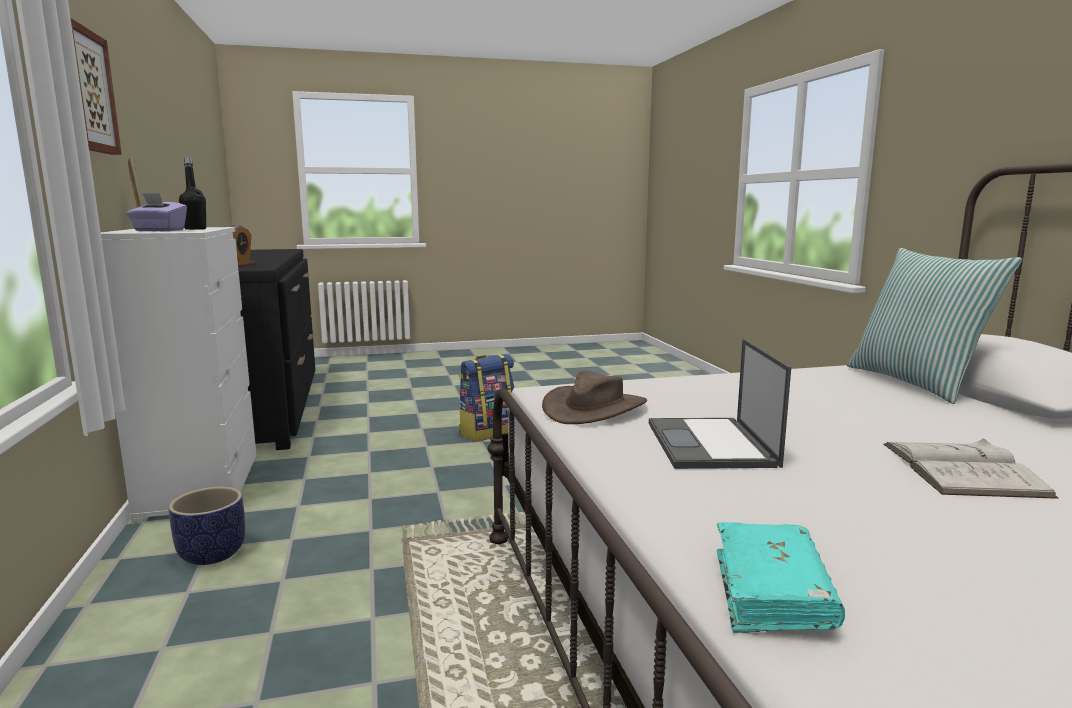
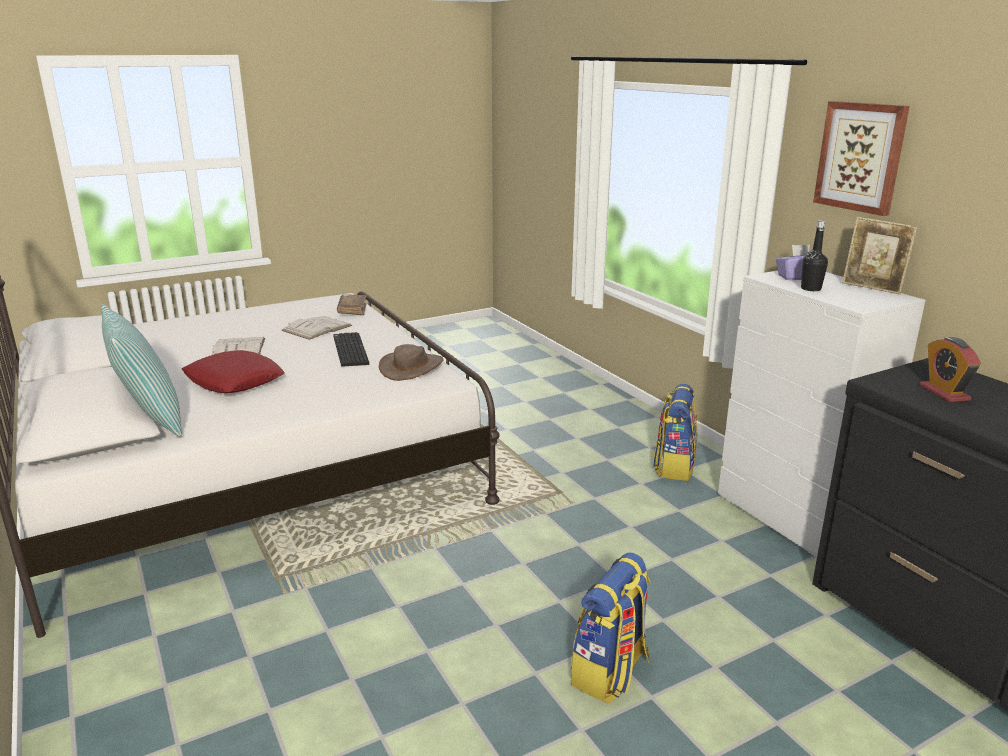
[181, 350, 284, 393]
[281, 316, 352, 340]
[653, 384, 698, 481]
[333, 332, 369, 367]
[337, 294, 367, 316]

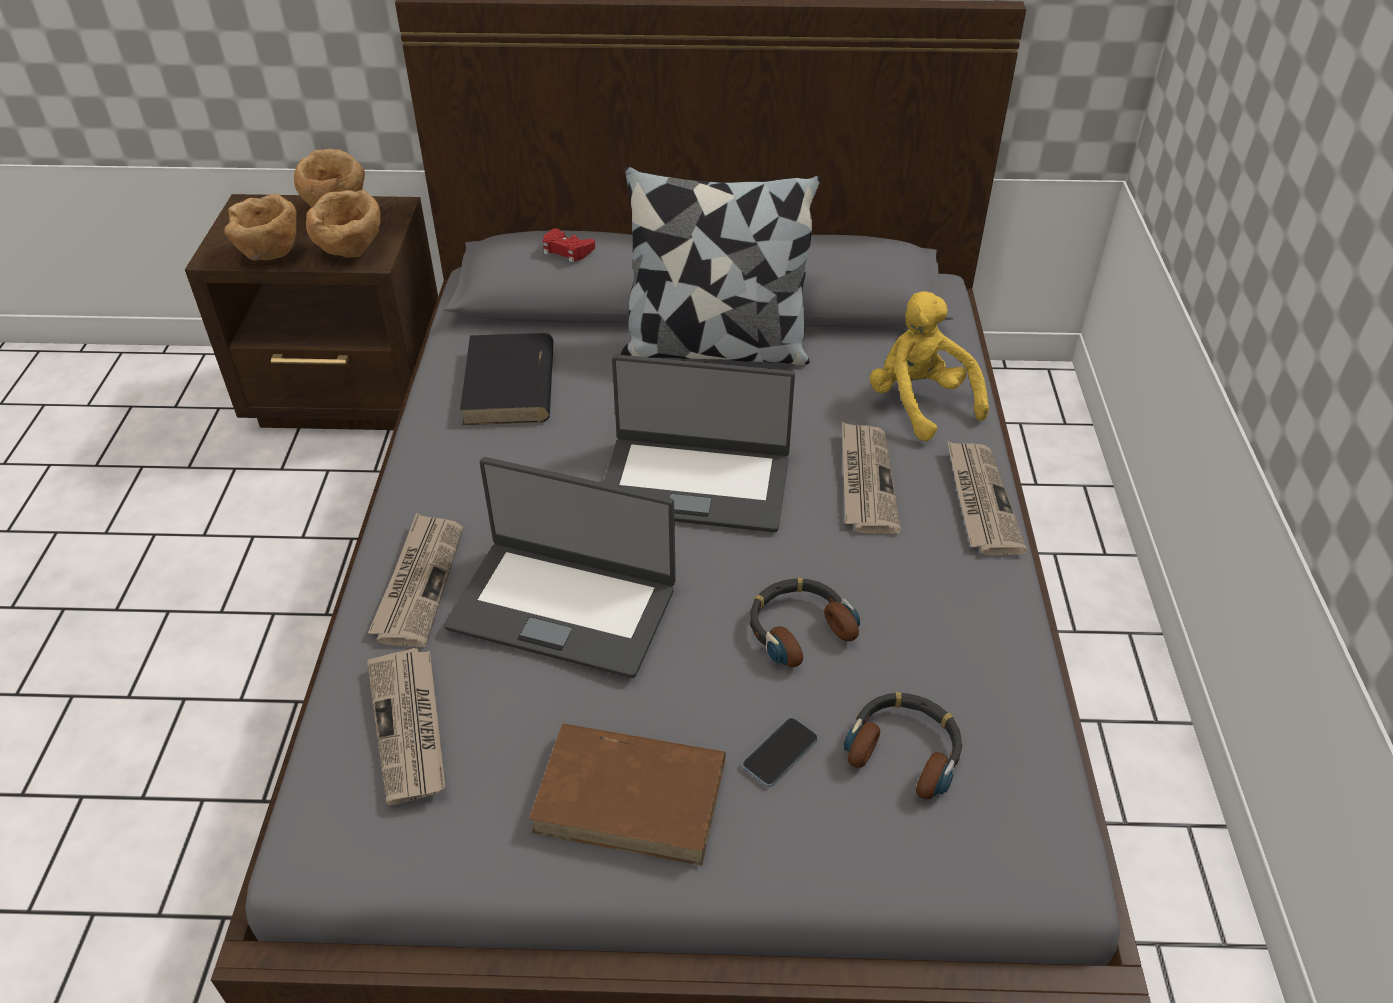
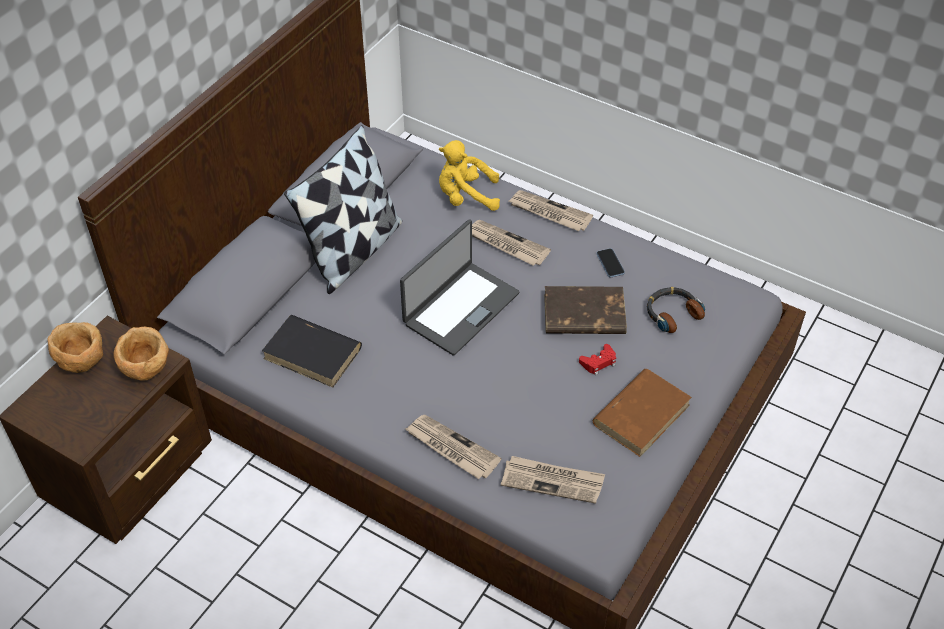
[224, 194, 296, 261] (first image)
[444, 457, 676, 678] (first image)
[579, 344, 616, 375]
[596, 248, 625, 278]
[544, 286, 627, 334]

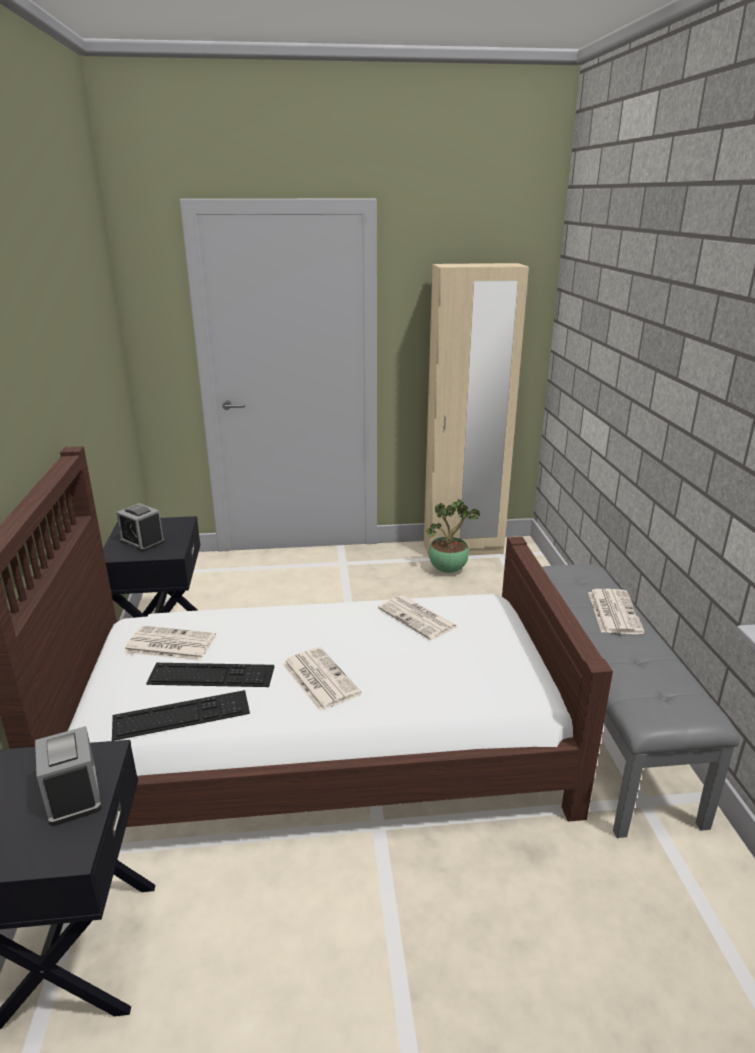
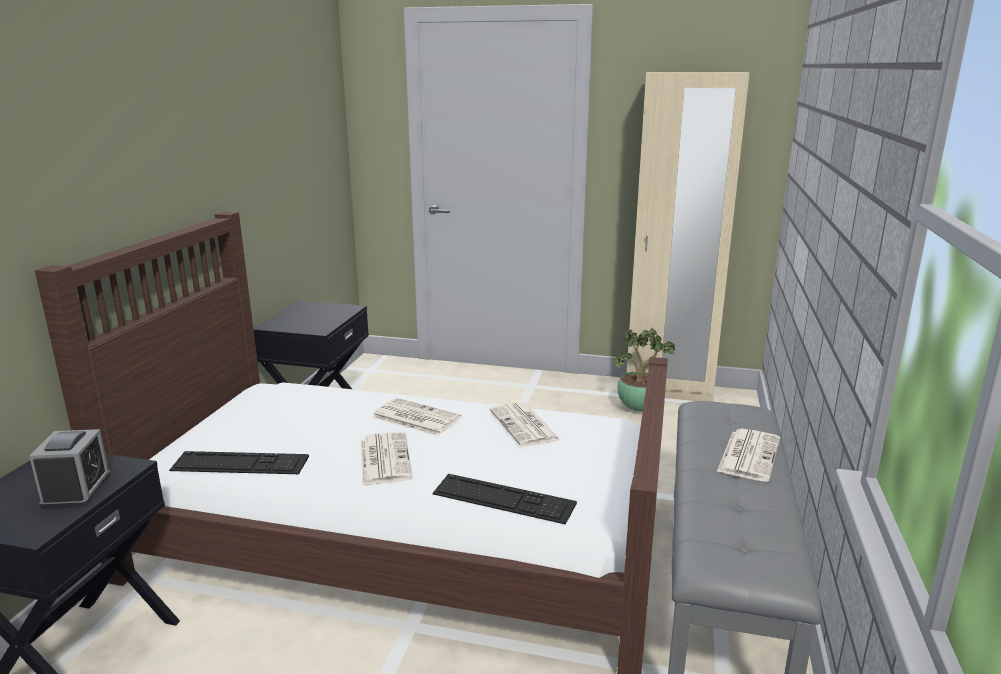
[116, 503, 165, 552] (first image)
[372, 398, 462, 436]
[432, 474, 577, 525]

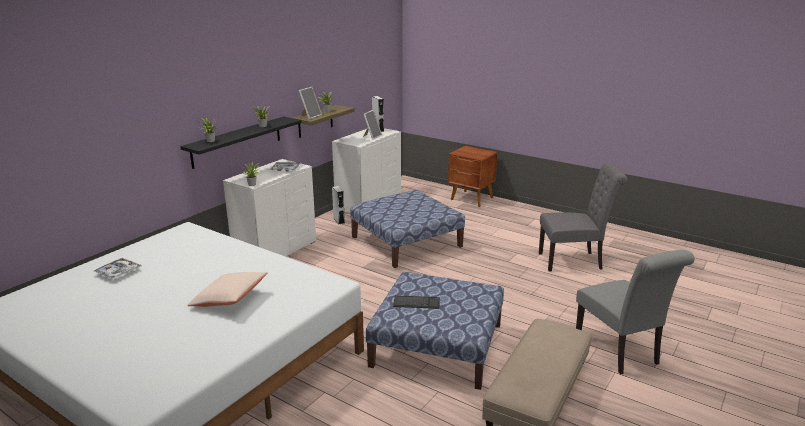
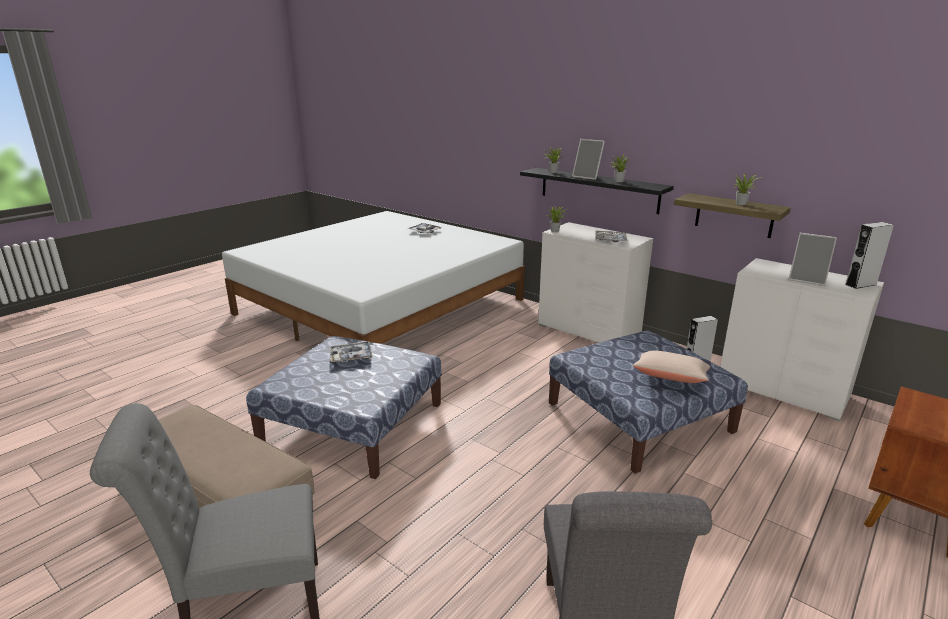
[633, 350, 710, 383]
[572, 139, 605, 180]
[331, 341, 372, 362]

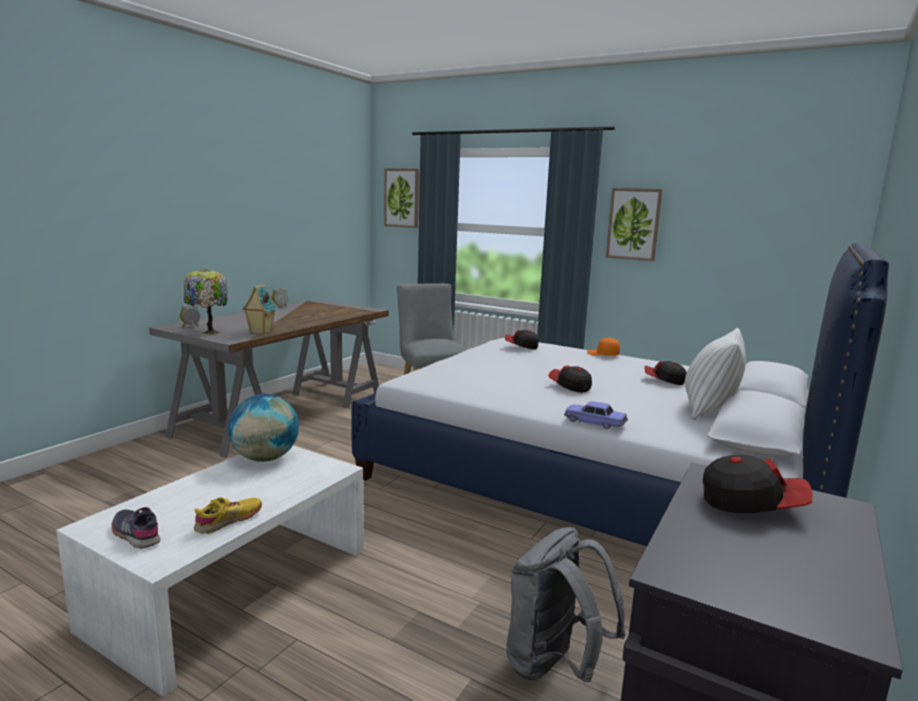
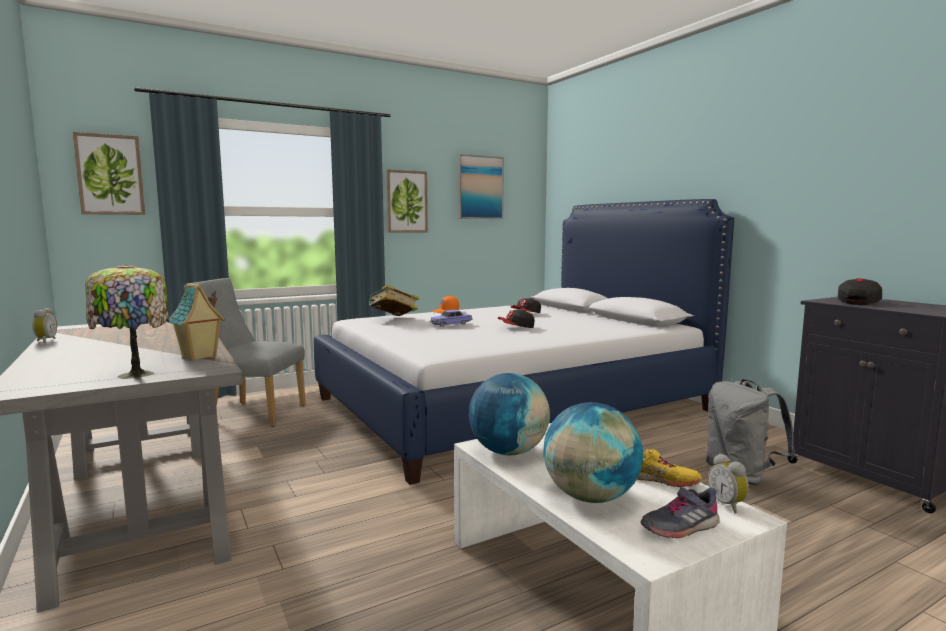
[685, 328, 746, 420] (first image)
[458, 154, 504, 219]
[543, 402, 643, 503]
[708, 453, 749, 513]
[430, 310, 473, 327]
[367, 285, 419, 316]
[637, 449, 702, 487]

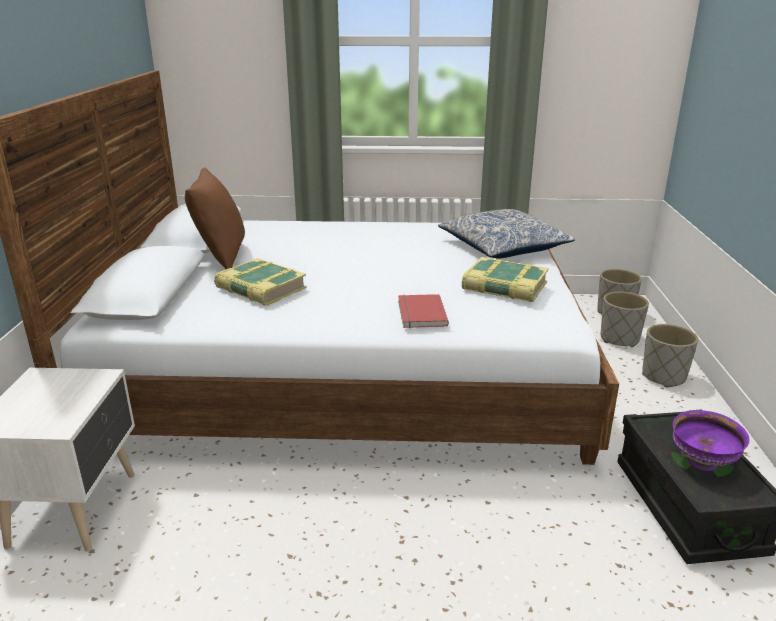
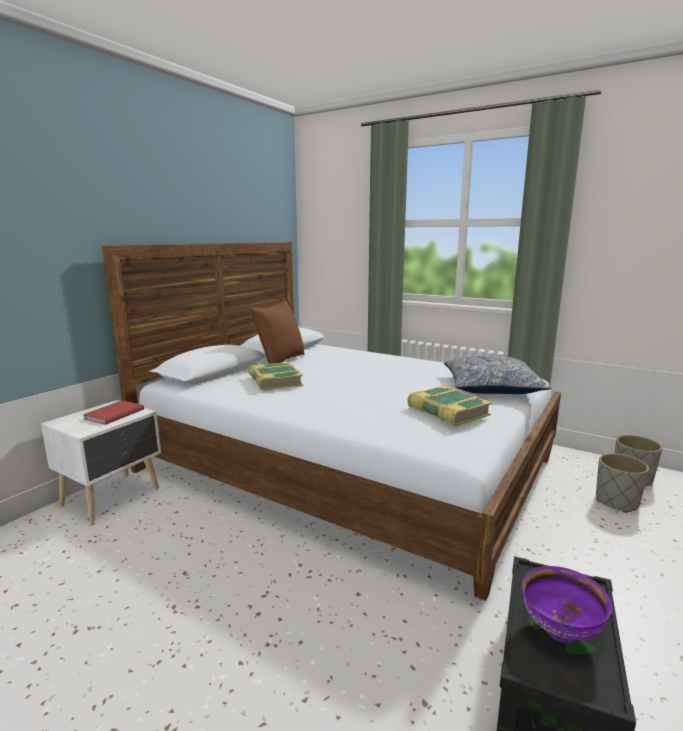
[642, 324, 698, 387] (first image)
[83, 401, 144, 425]

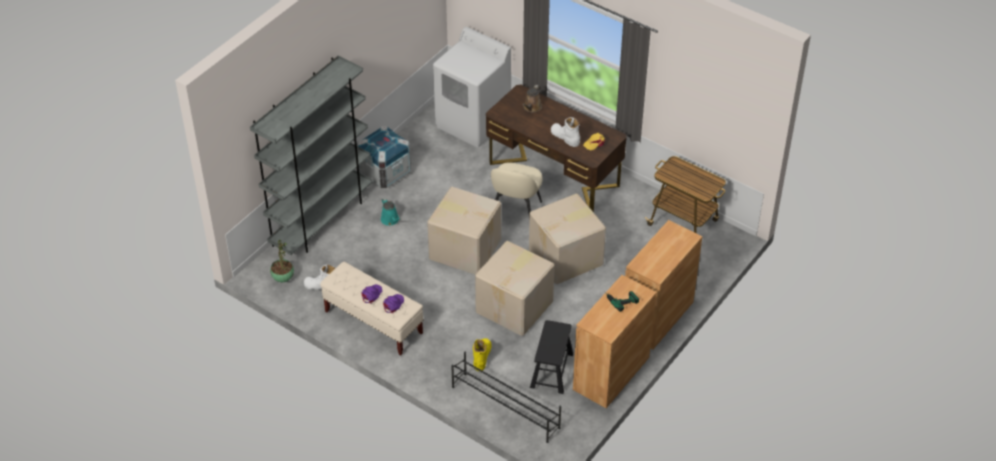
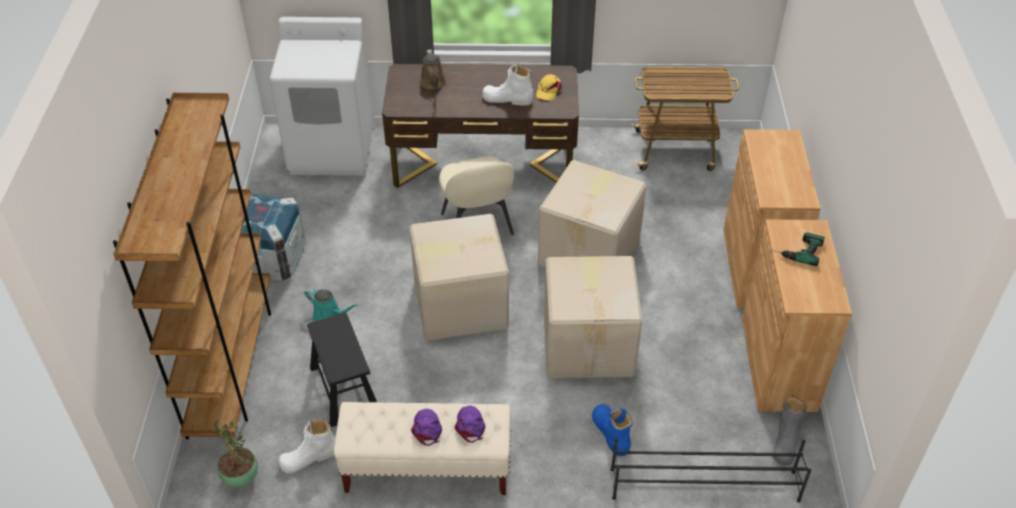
[773, 395, 806, 466]
[307, 313, 377, 427]
[113, 93, 271, 440]
[592, 404, 633, 456]

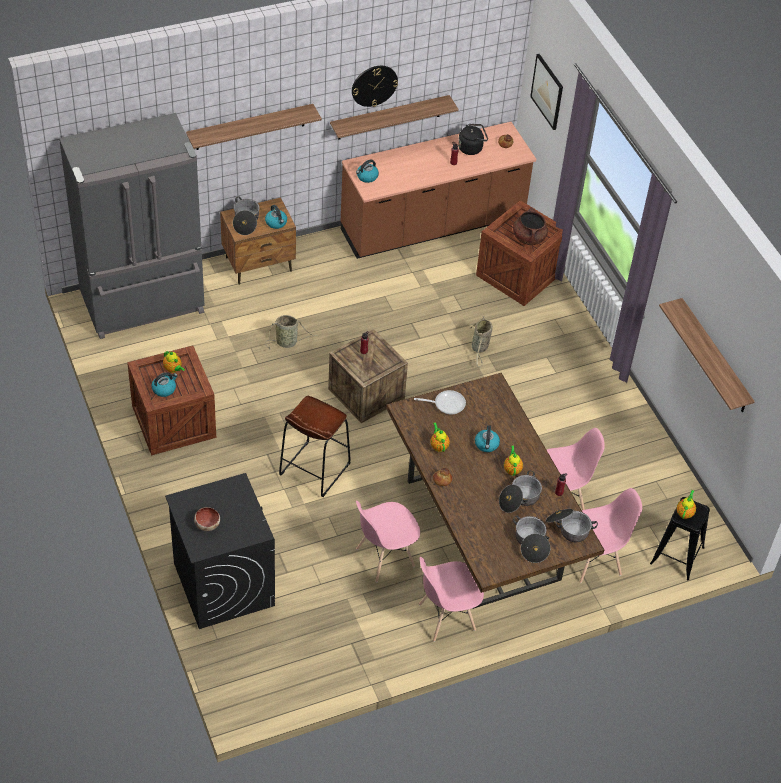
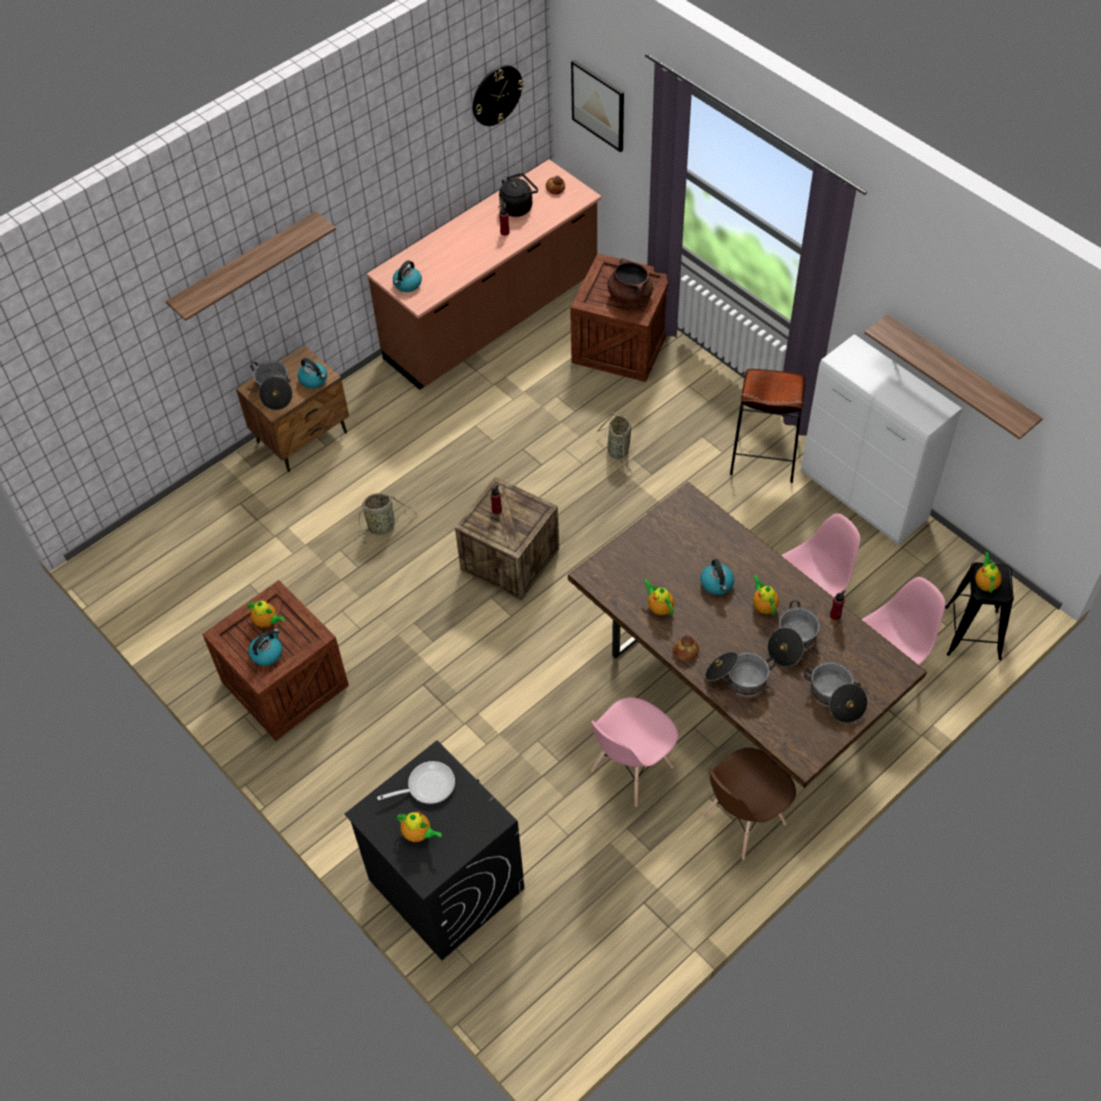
[59, 113, 205, 339] (first image)
[330, 95, 459, 140] (first image)
[801, 334, 962, 545]
[730, 369, 805, 483]
[473, 65, 524, 126]
[377, 761, 455, 804]
[705, 652, 776, 695]
[397, 811, 442, 842]
[701, 748, 796, 860]

